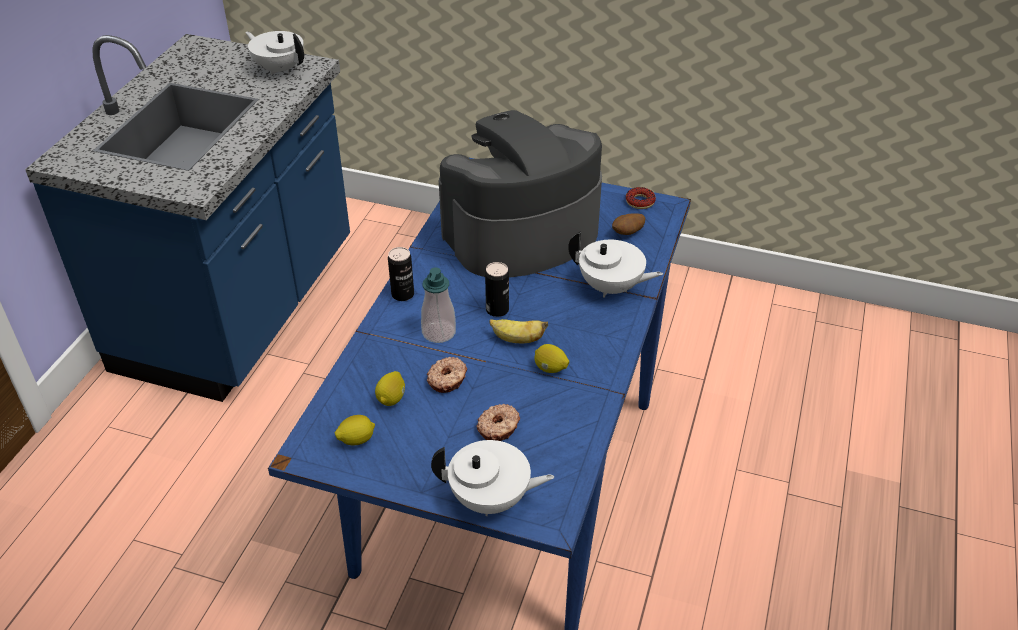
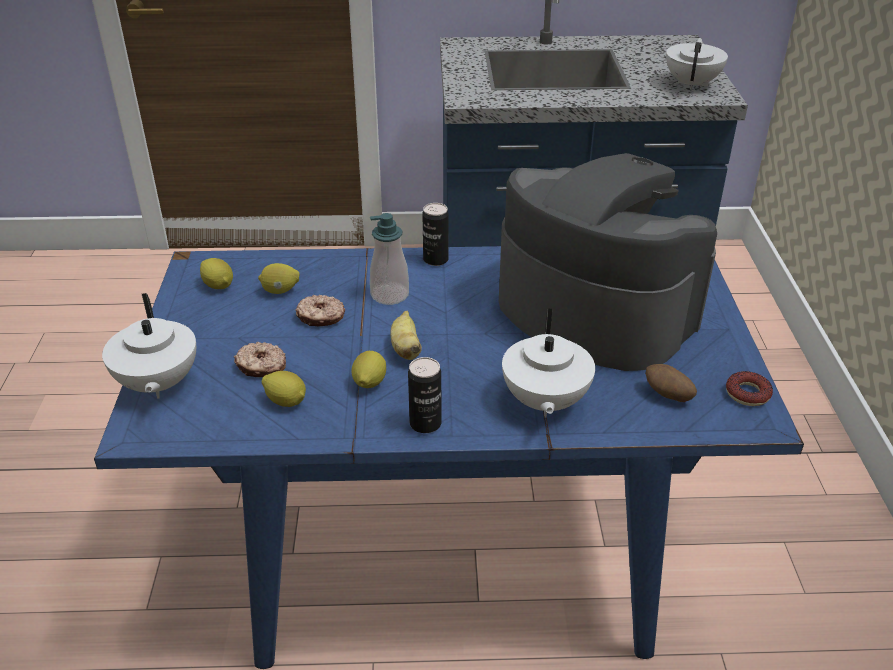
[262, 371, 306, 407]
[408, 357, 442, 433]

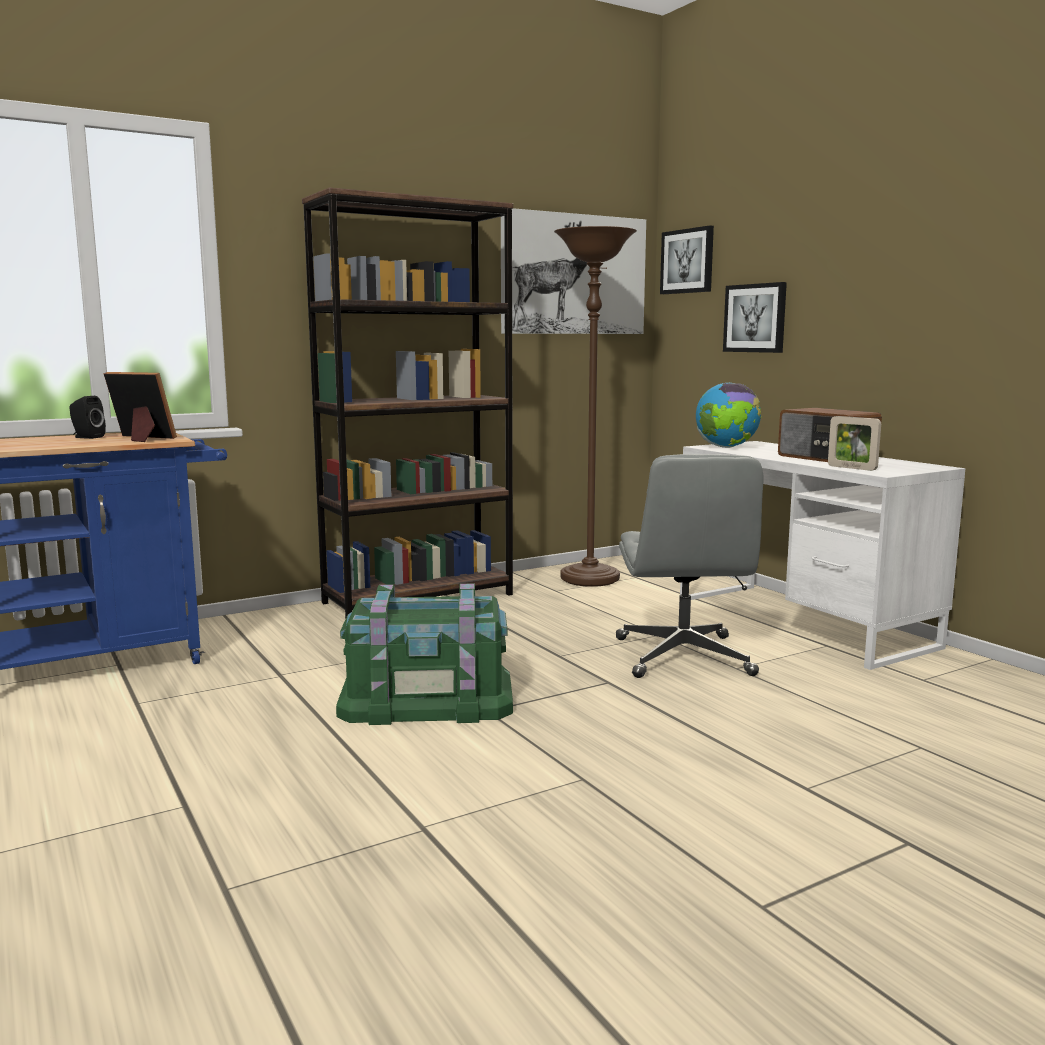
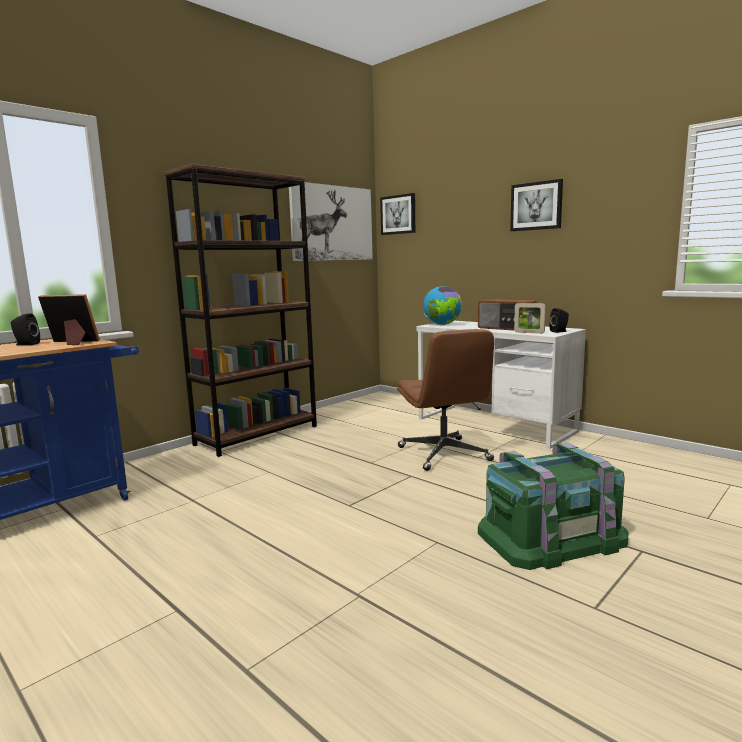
[554, 226, 637, 587] (first image)
[549, 308, 569, 333]
[478, 442, 628, 570]
[510, 179, 563, 231]
[397, 329, 494, 471]

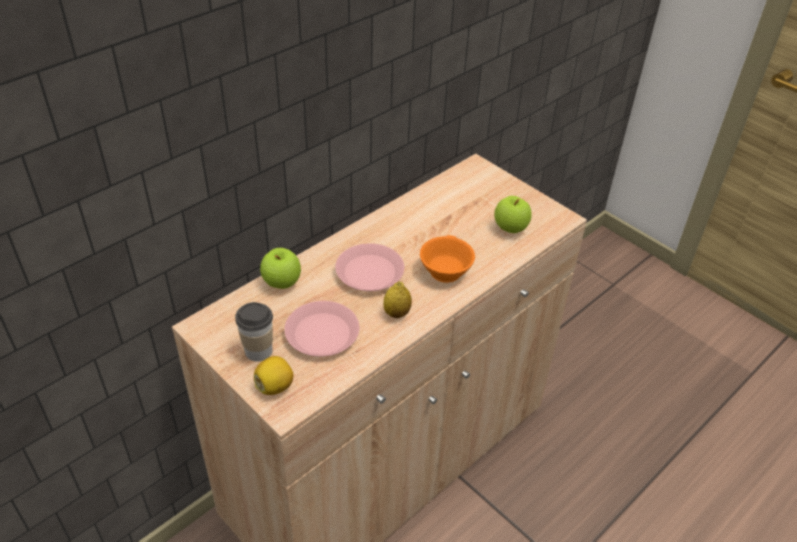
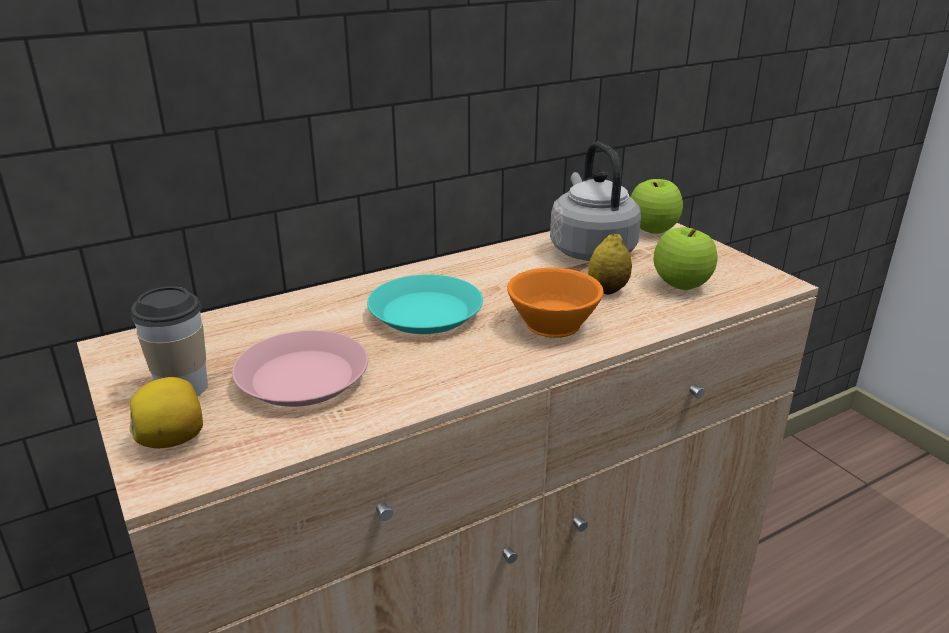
[550, 142, 641, 261]
[630, 179, 683, 234]
[588, 233, 632, 295]
[367, 275, 483, 334]

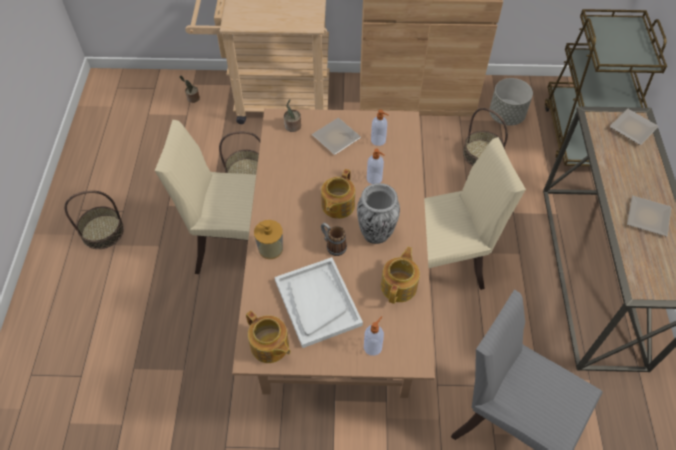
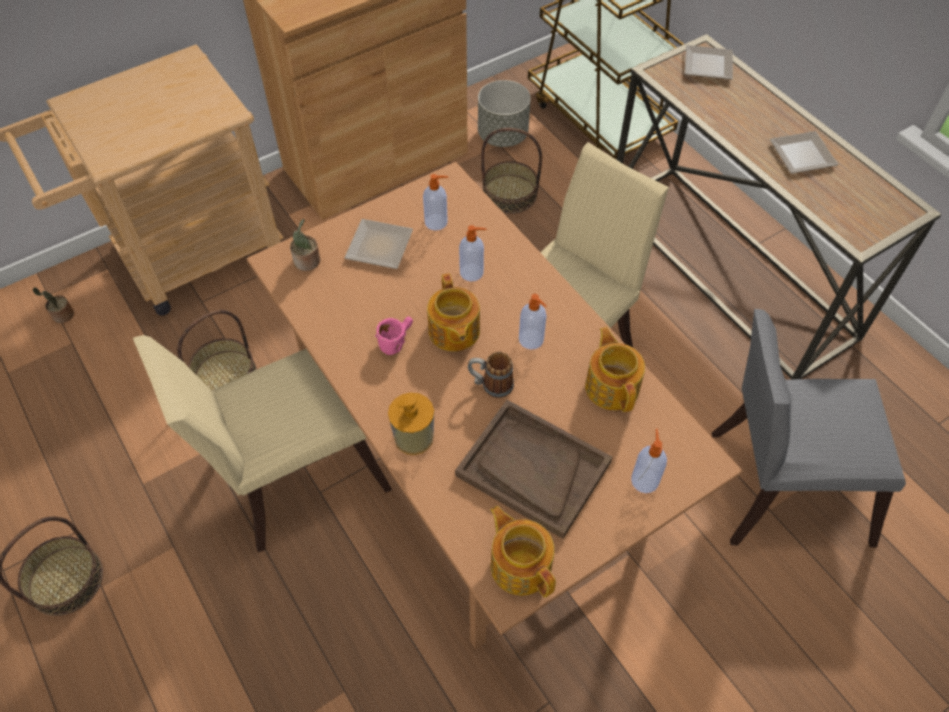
[375, 317, 413, 355]
[519, 294, 547, 349]
[455, 400, 612, 539]
[491, 506, 556, 597]

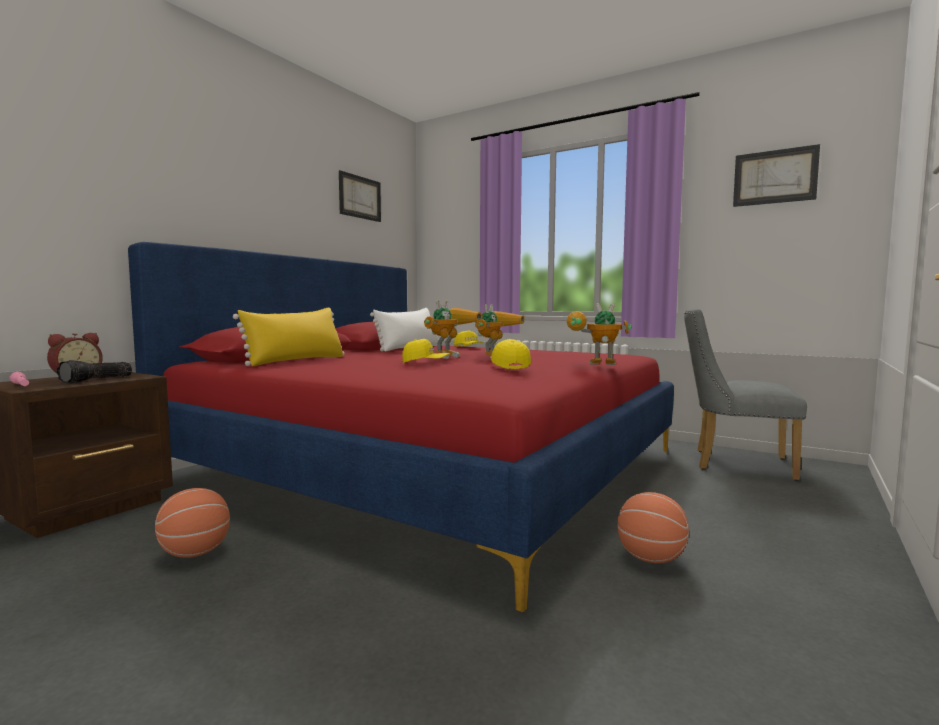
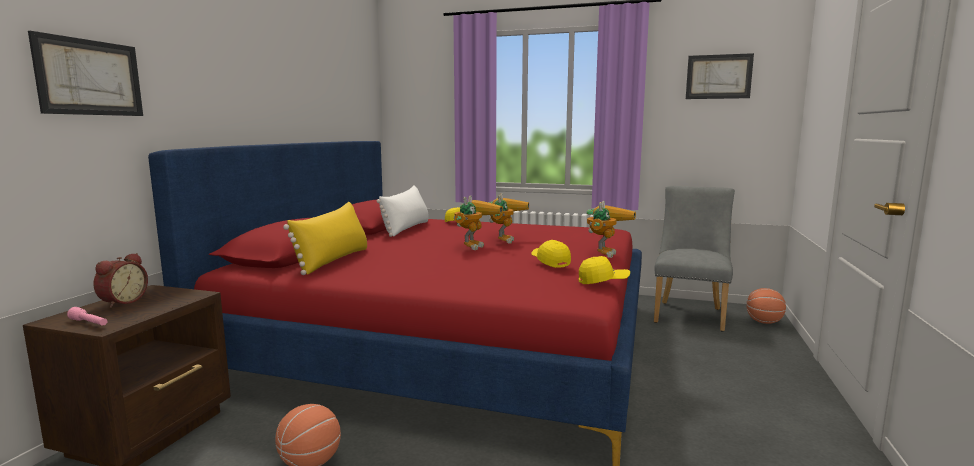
[56, 360, 132, 383] (first image)
[28, 31, 143, 116]
[578, 256, 630, 284]
[746, 288, 786, 324]
[587, 201, 636, 258]
[654, 186, 735, 332]

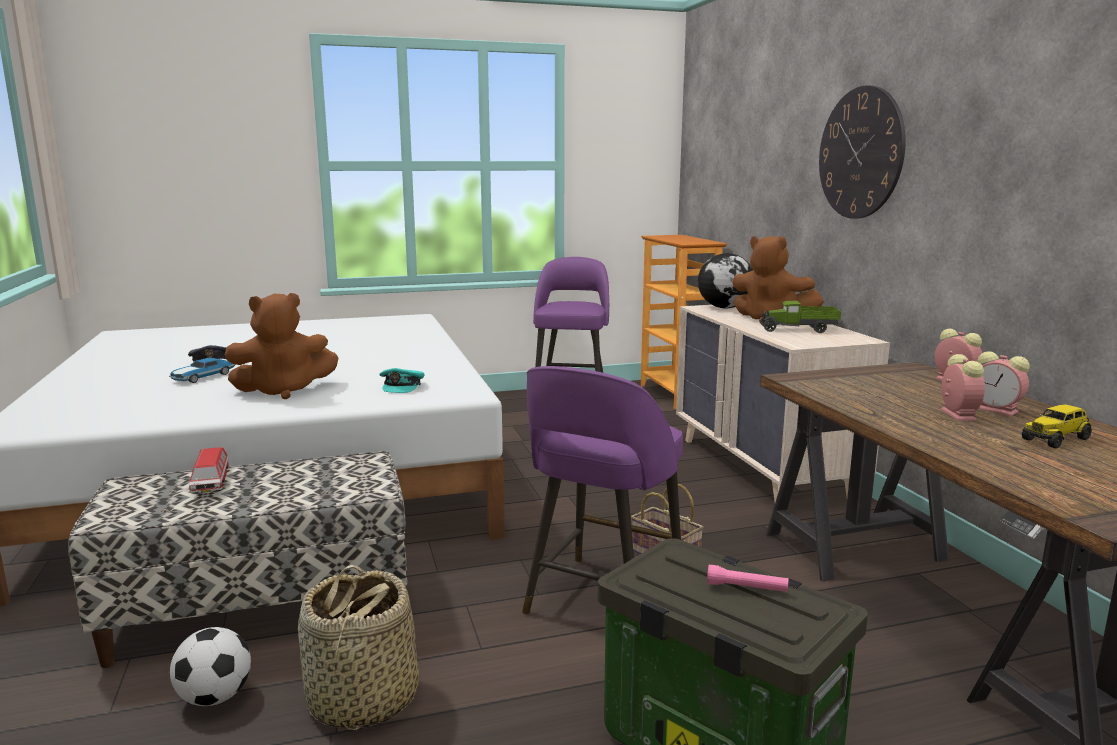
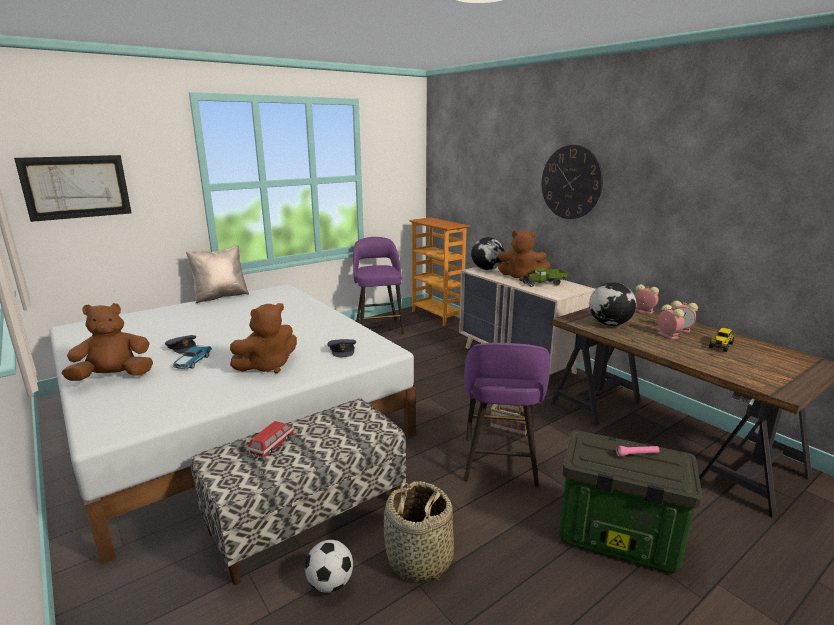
[14, 155, 132, 222]
[62, 303, 153, 381]
[186, 246, 249, 303]
[589, 282, 637, 326]
[327, 339, 356, 357]
[248, 421, 295, 458]

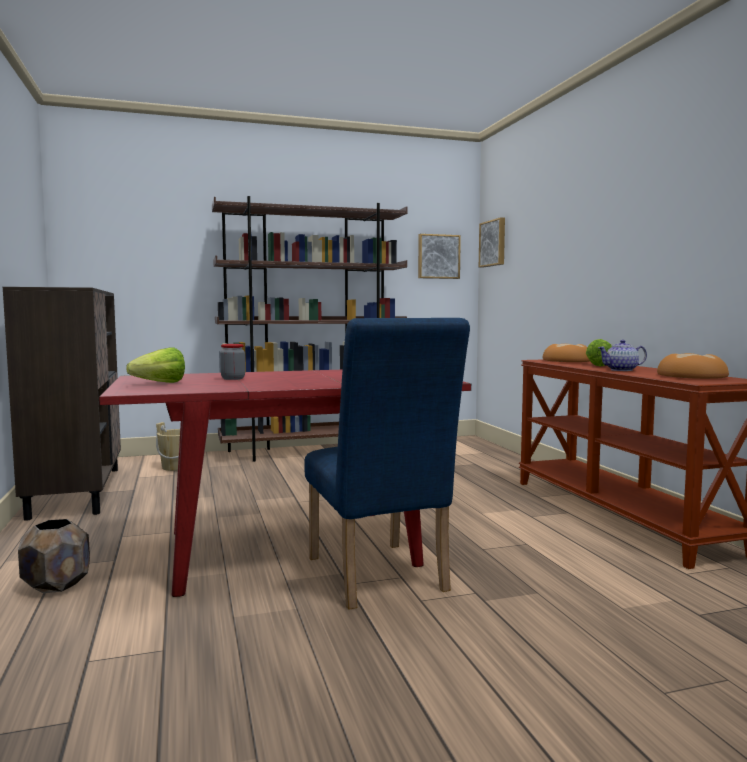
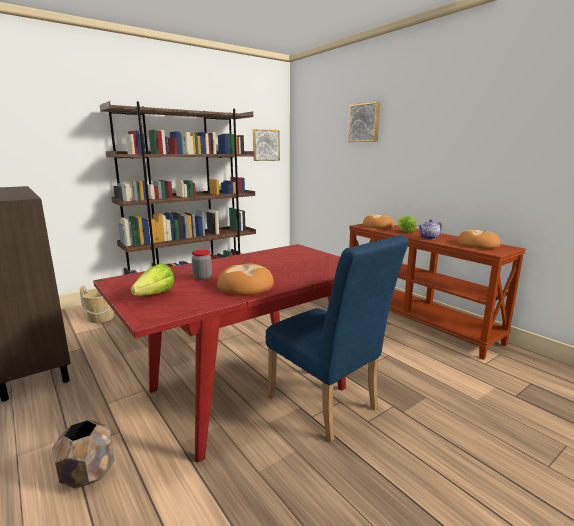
[217, 263, 274, 295]
[348, 102, 380, 142]

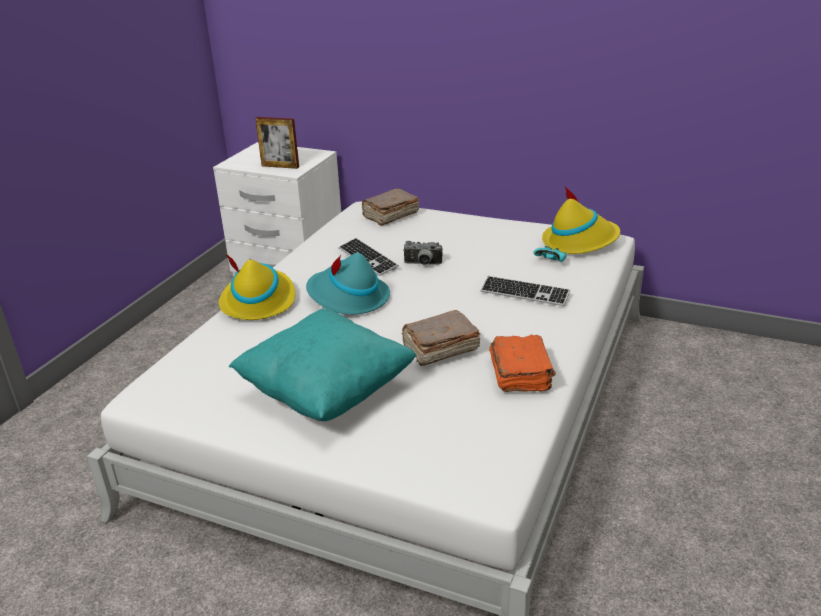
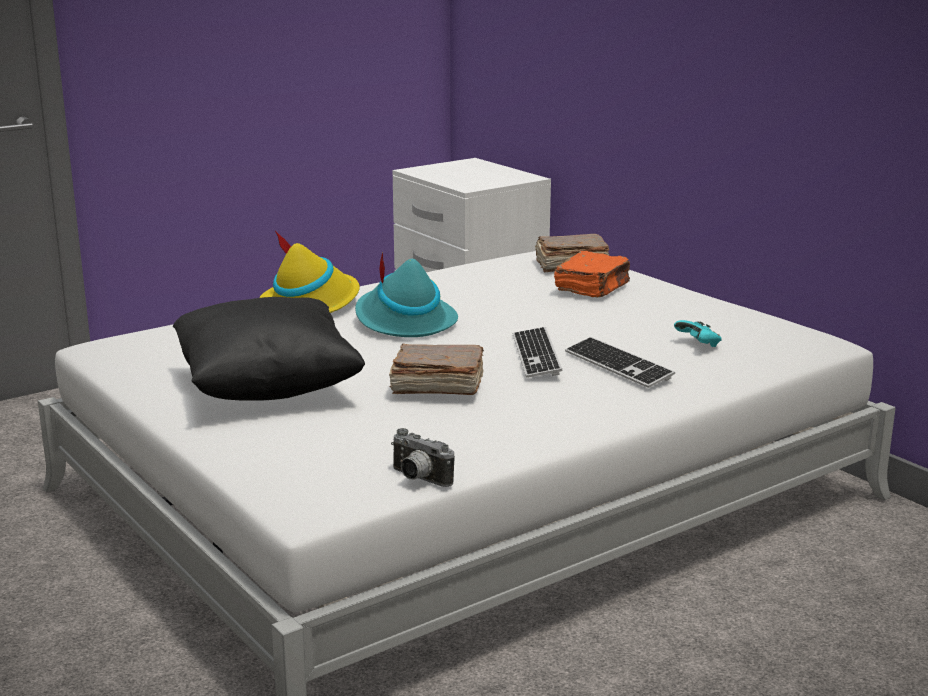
[255, 117, 299, 169] (first image)
[542, 185, 620, 254] (first image)
[513, 327, 562, 378]
[391, 428, 455, 487]
[554, 251, 630, 297]
[173, 297, 365, 401]

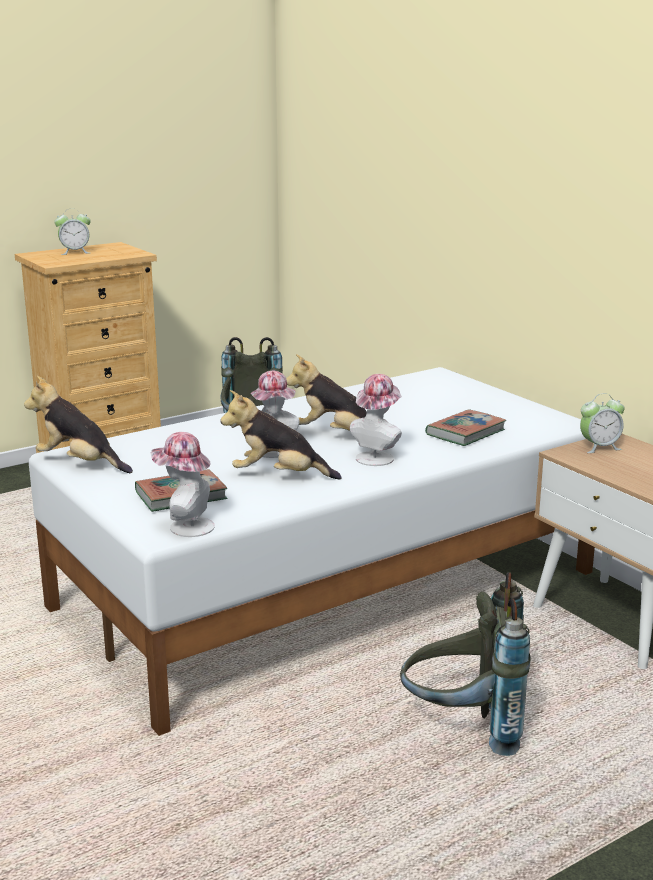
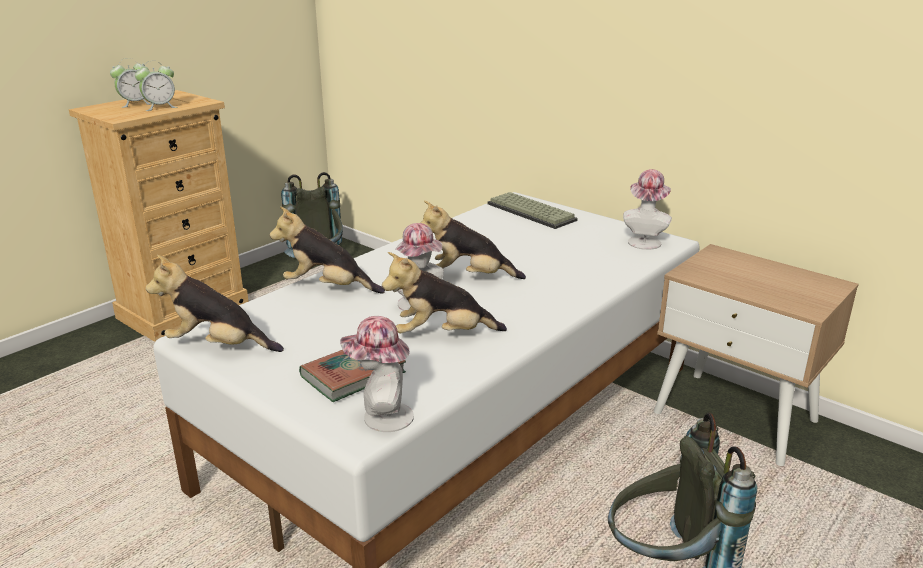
[425, 409, 506, 446] (first image)
[270, 206, 385, 294]
[487, 192, 578, 229]
[623, 169, 672, 250]
[135, 61, 178, 111]

